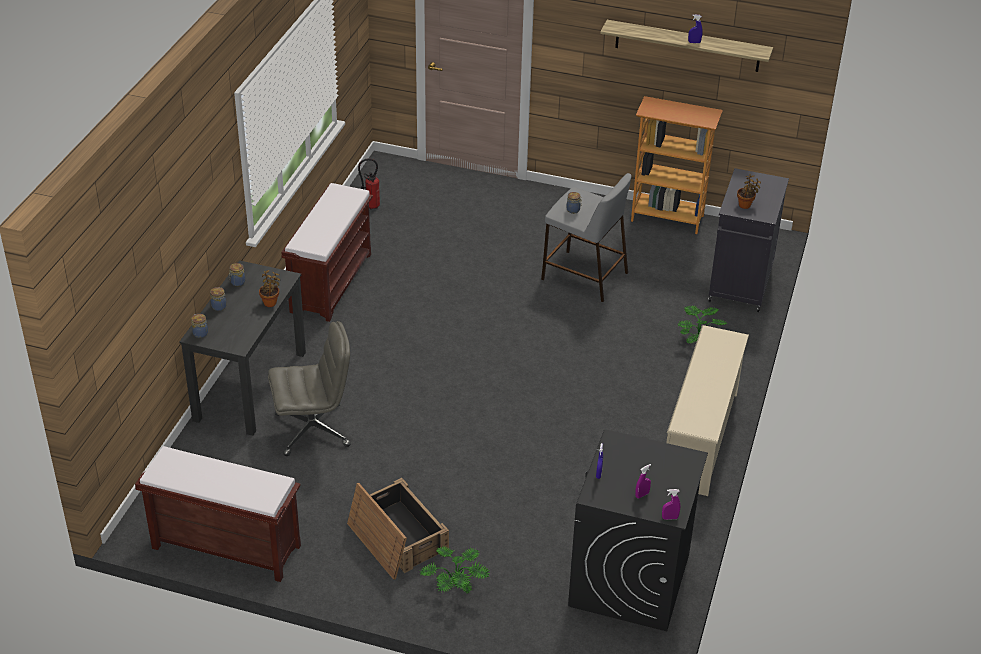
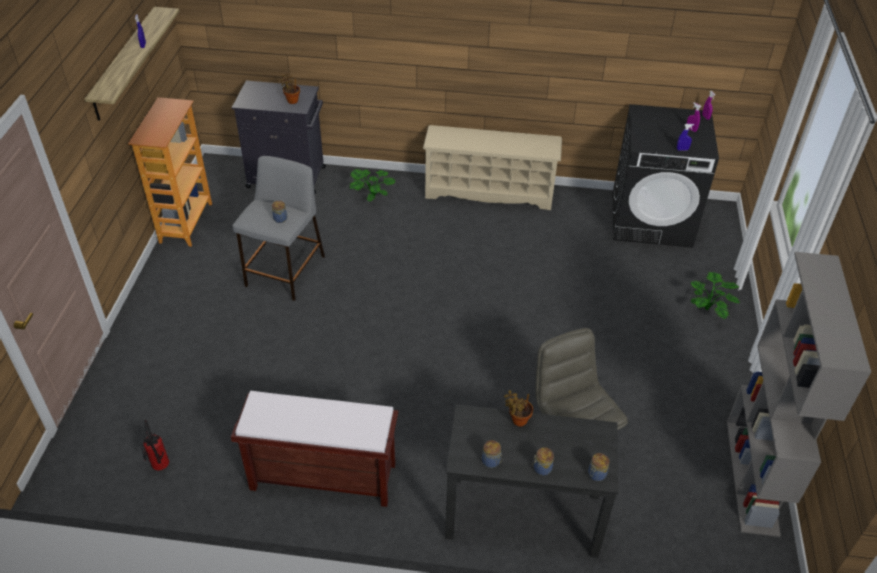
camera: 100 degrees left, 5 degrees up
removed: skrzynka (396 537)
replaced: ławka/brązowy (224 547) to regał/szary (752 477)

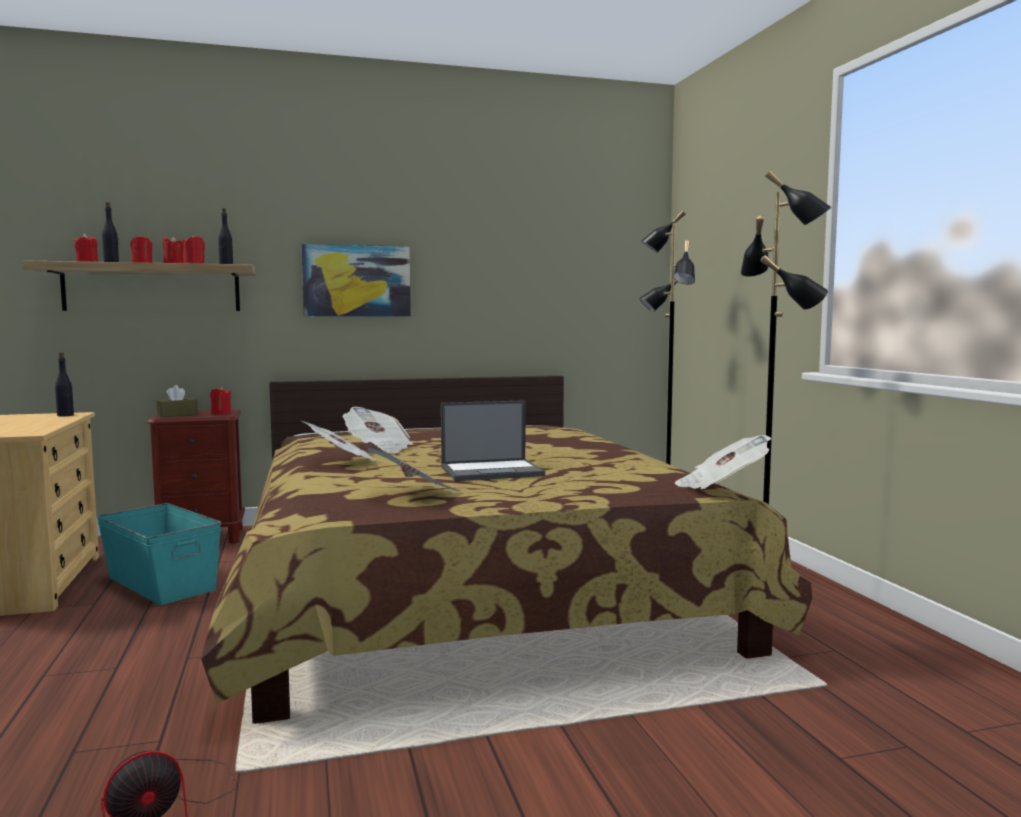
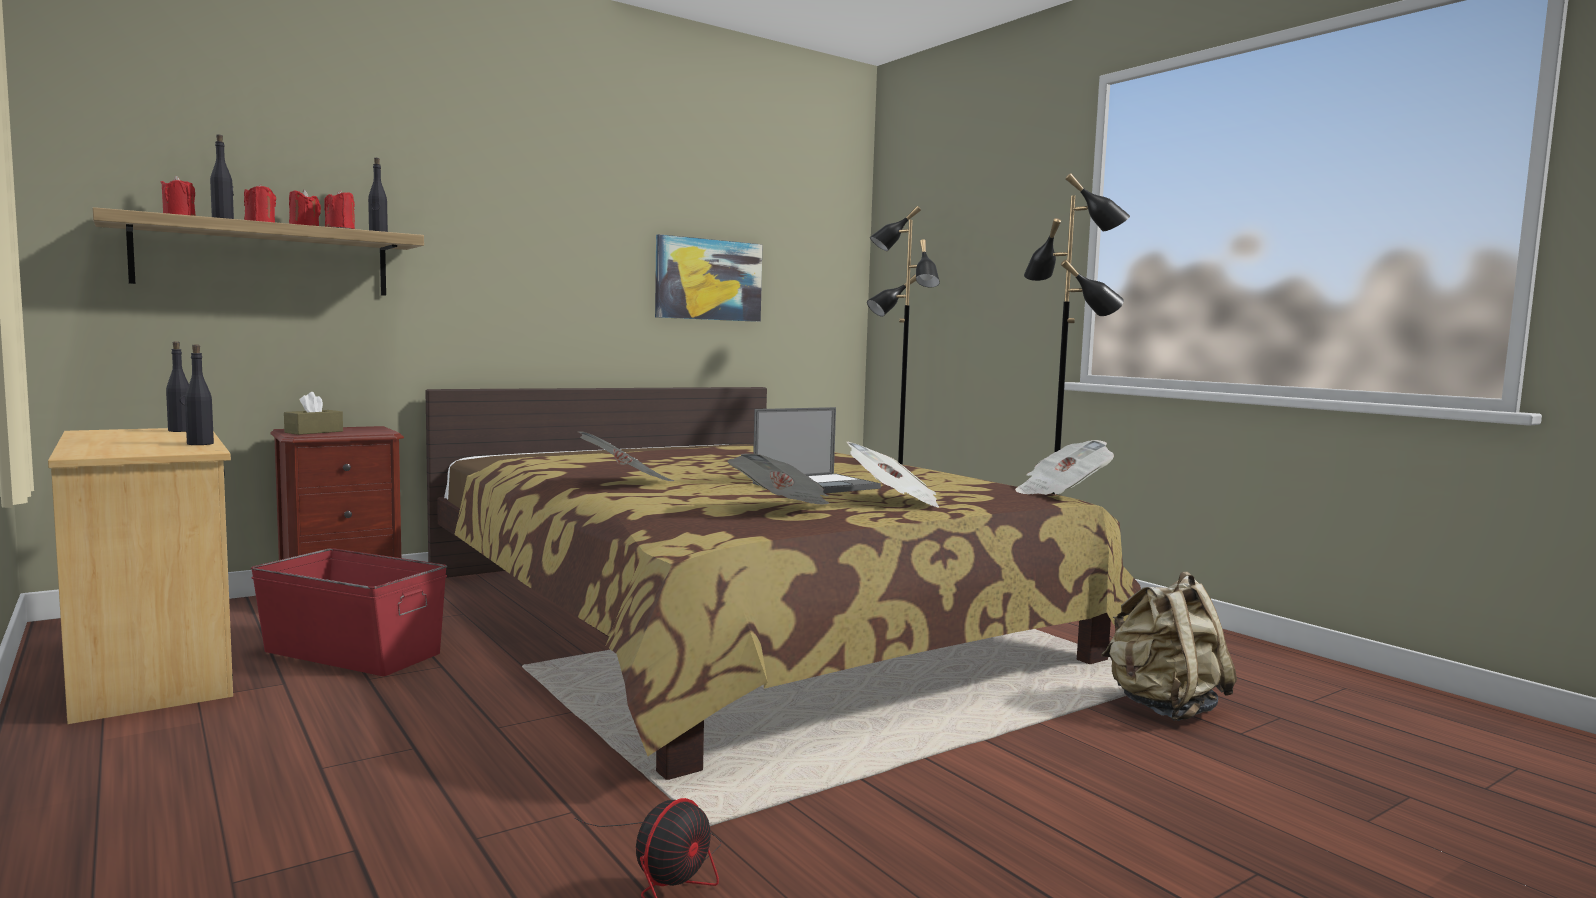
camera: 20 degrees left, 0 degrees up
removed: świeca/czerwony (221 413)
added: butelka/czarny (200 444); plecak/beżowy (1163 708)
moved: obraz (356 281) to (708 279); gazeta (378 448) to (894 501)
recoloured: pojemnik do przechowywania/turkusowy (162 583) to pojemnik do przechowywania/czerwony (352 651)

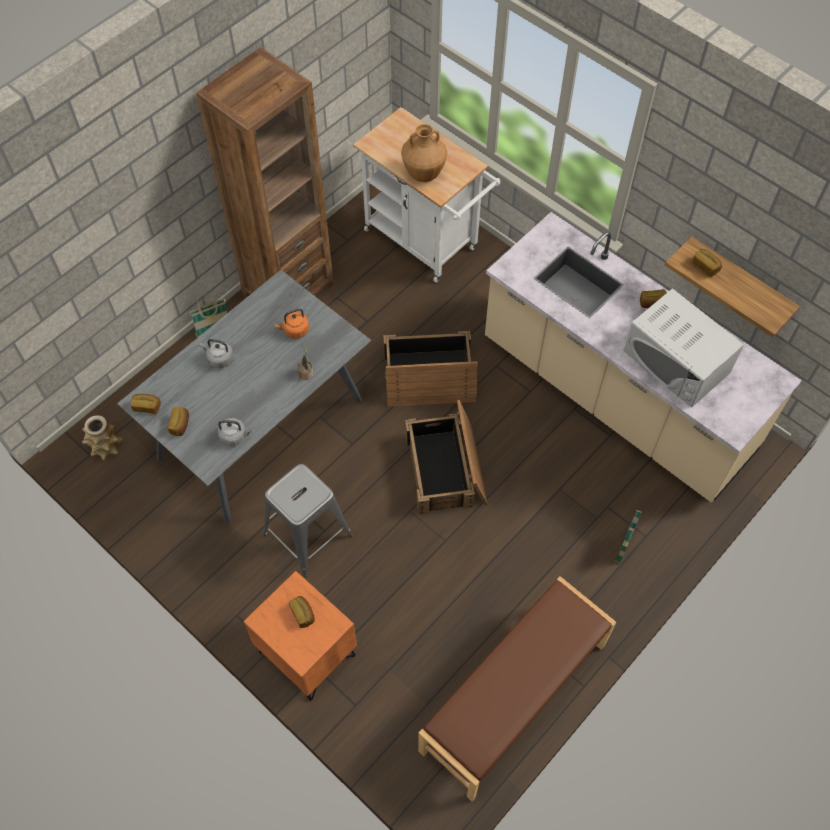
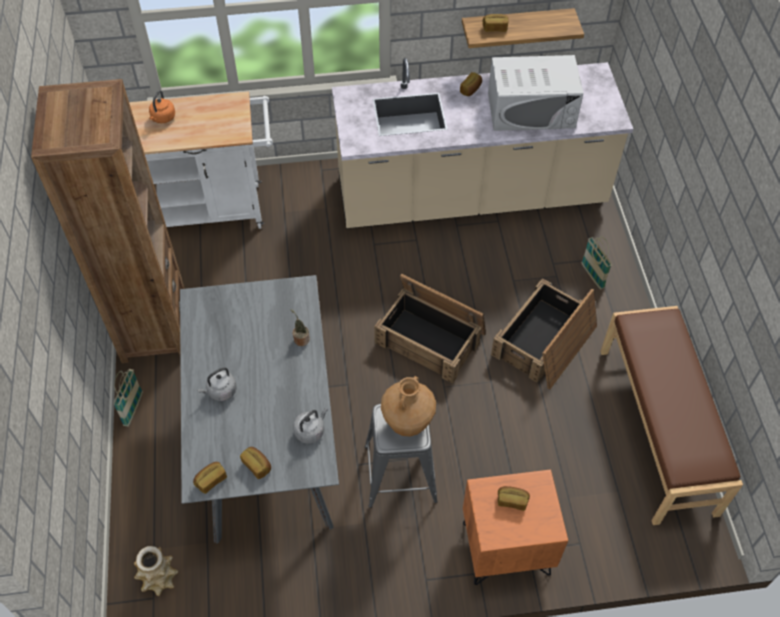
camera: 50 degrees left, 5 degrees down
moved: wazon/brązowy (424 174) to (408 422); czajnik/pomarańczowy (294 330) to (163 118); skrzynka (428 377) to (544 342)

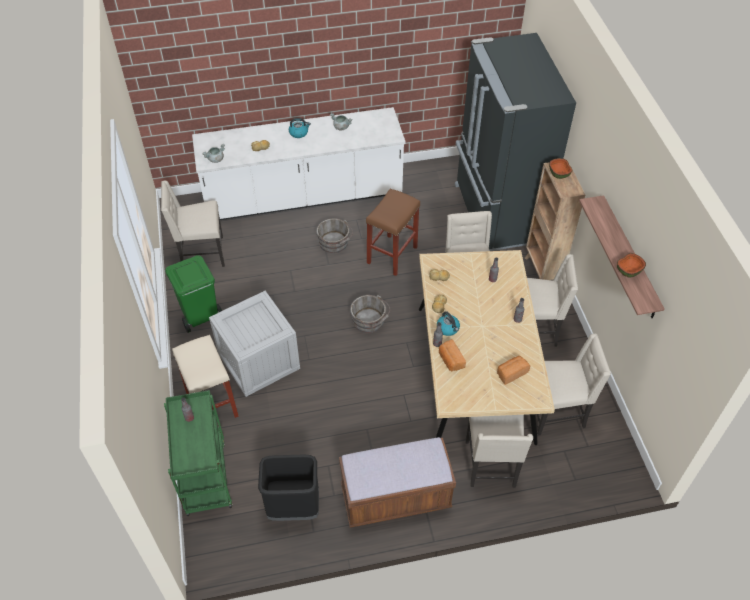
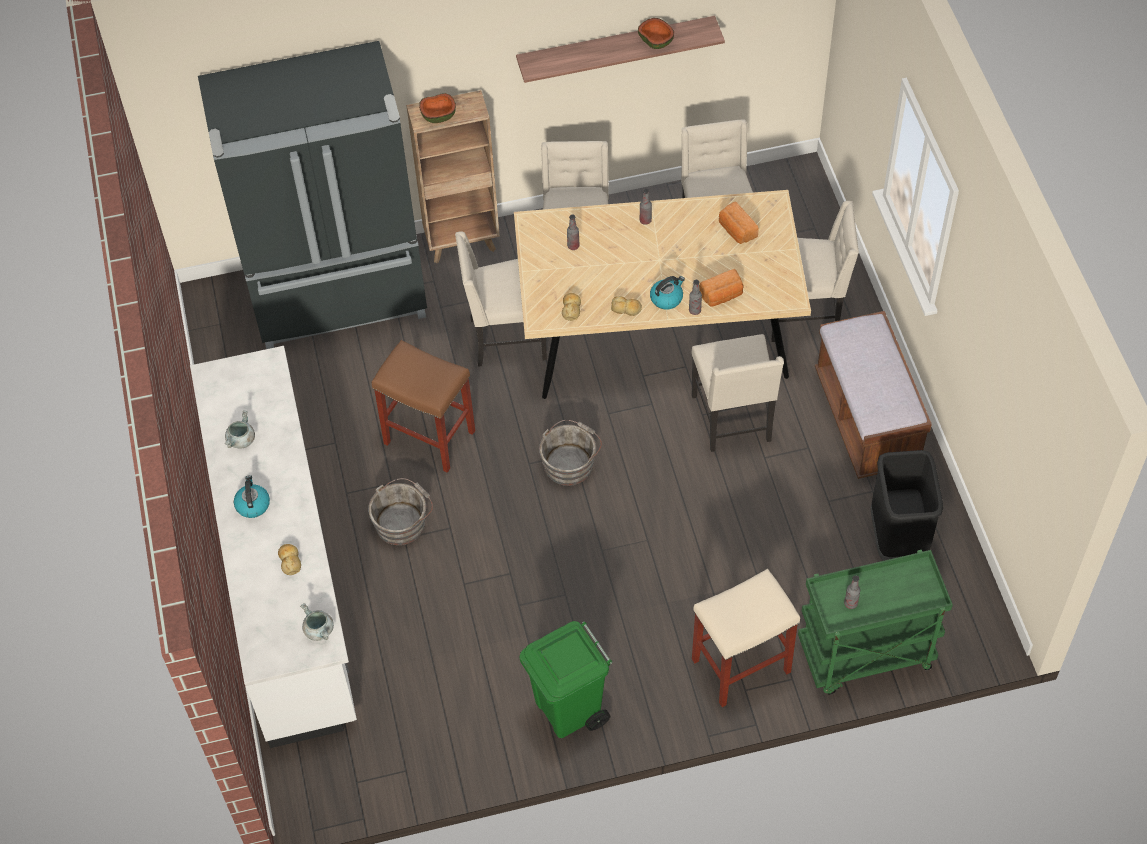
camera: 90 degrees left, 5 degrees up
removed: skrzynka (258 361)
moved: krzesło/beżowy (201 254) to (733 420)

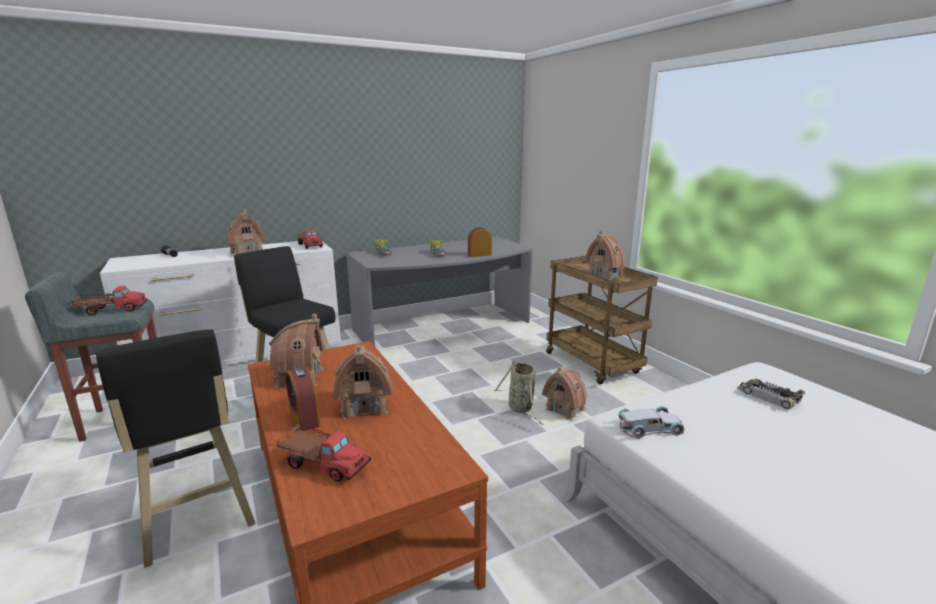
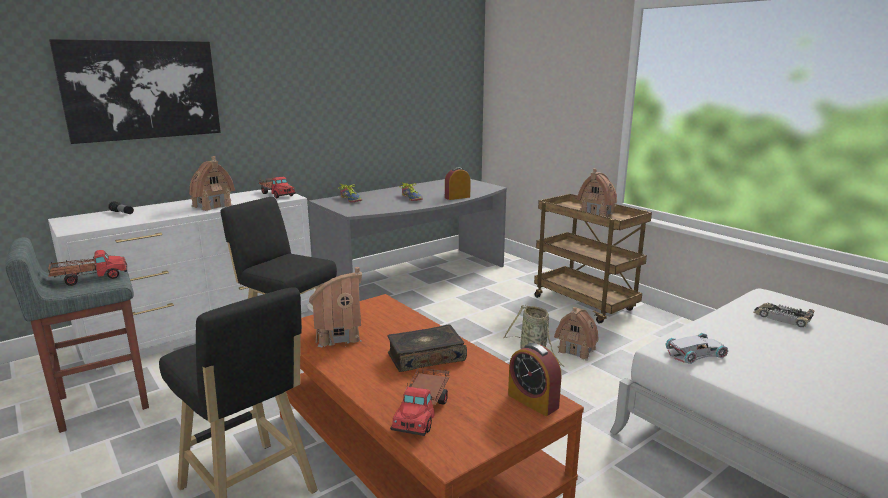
camera: 10 degrees left, 0 degrees up
added: obraz (142 90)
moved: budzik (304 418) to (533 401)
replaced: domek (364 406) to książka (426 356)
turned: ciężarówka zabawkowa (323 463) = (422 411) 90 degrees clockwise

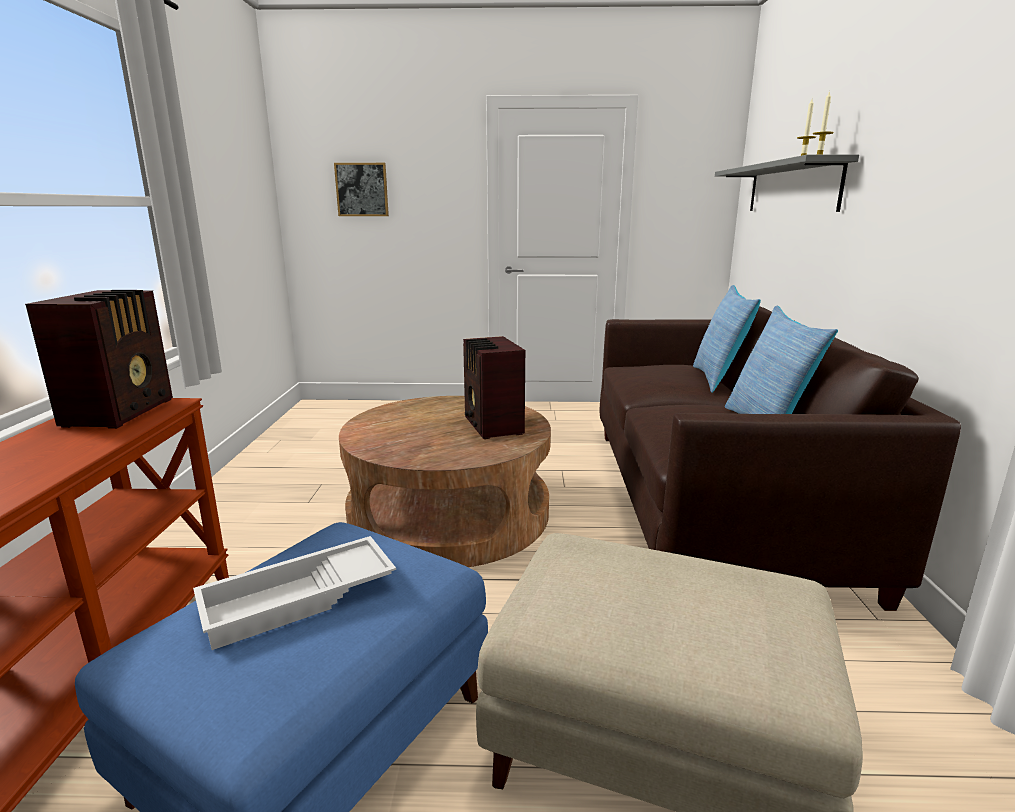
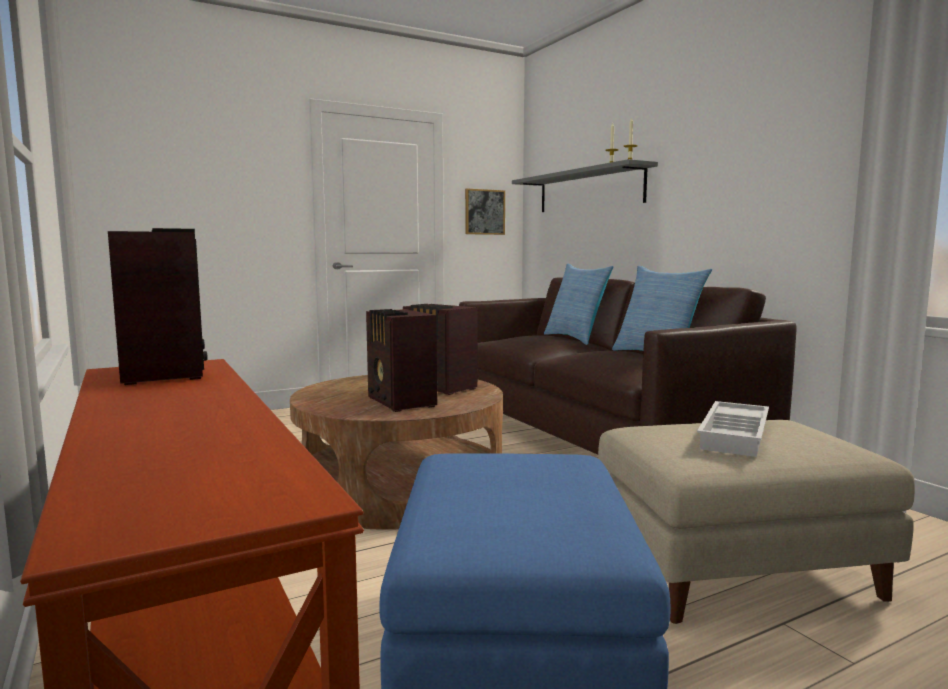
camera: 30 degrees left, 10 degrees down
added: radio (400 402)
moved: obraz (362 189) to (484 212); taca/biały (298 600) to (736 436)

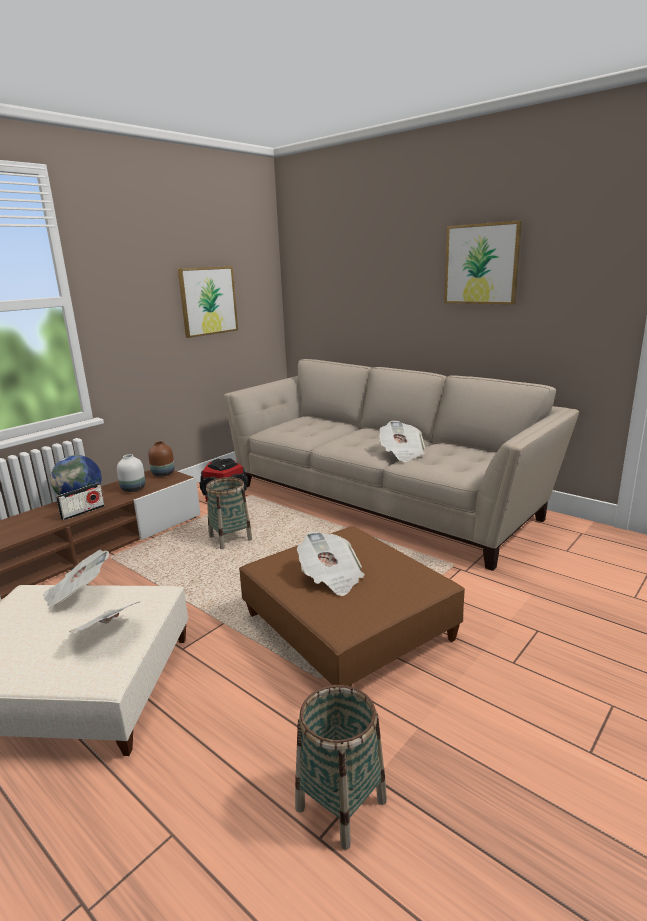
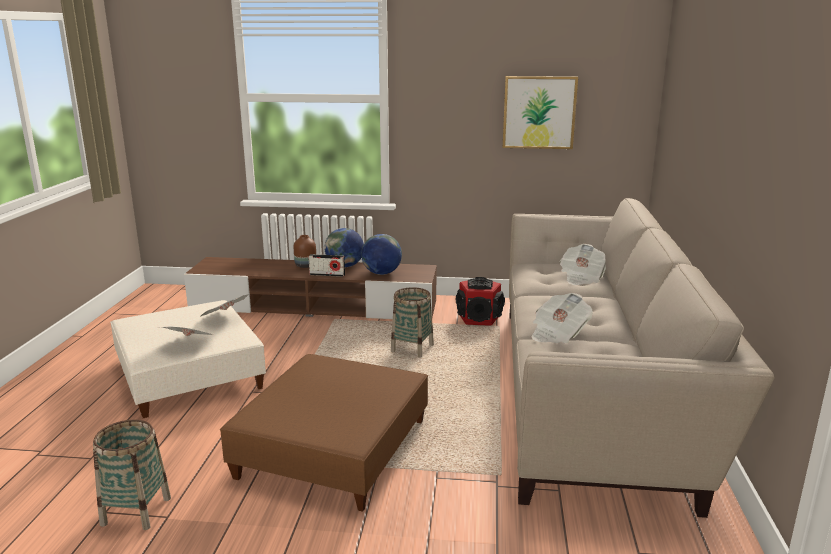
camera: 55 degrees right, 0 degrees up
removed: obraz (481 264)
moved: wazon/brązowy (163 474) to (305 266); gazeta (331 578) to (581 277)
replaced: wazon/biały (133 489) to globus (381 273)

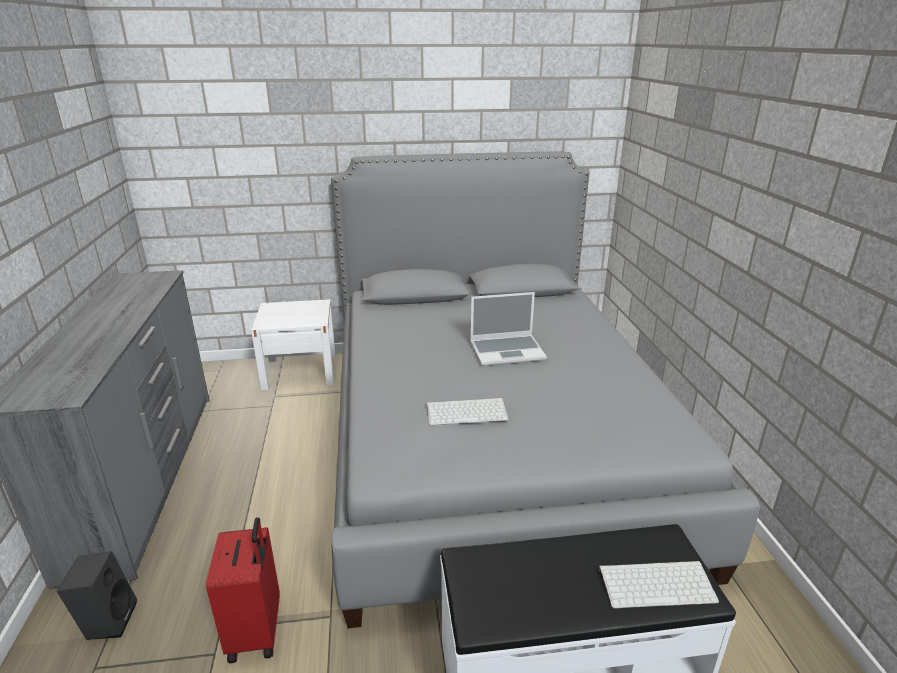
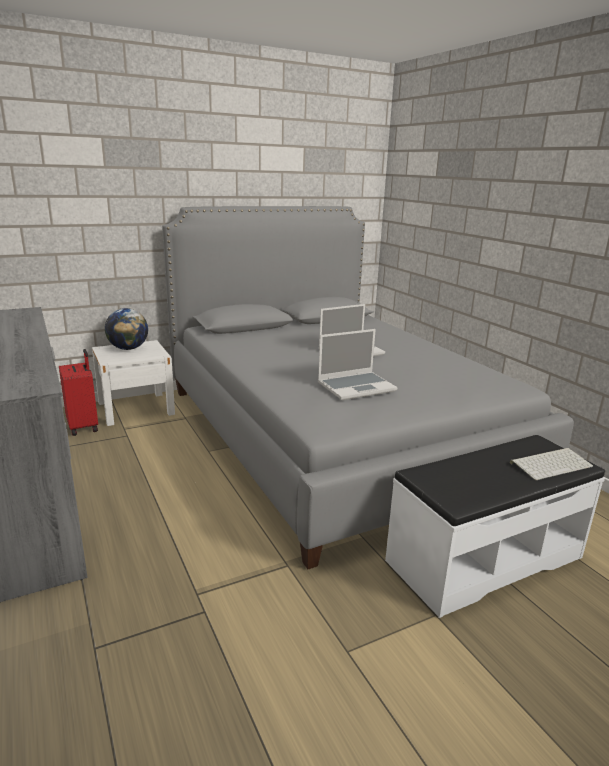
camera: 20 degrees left, 5 degrees down
removed: głośnik/czarny (108 620)
added: globus (128 348)
moved: walizka/czerwony (257 632) to (84 426)
replaced: klawiatura (467 411) to laptop (356 387)

